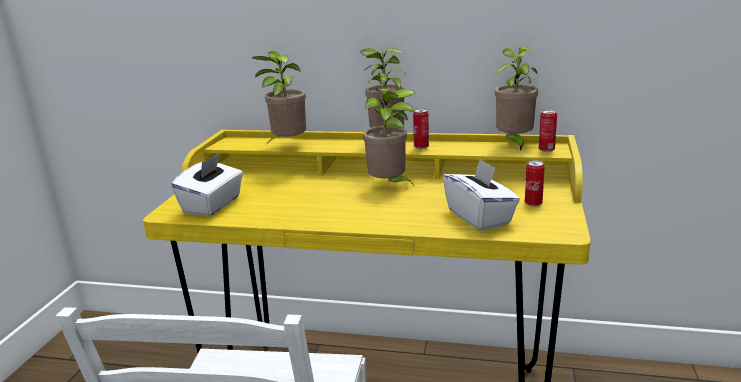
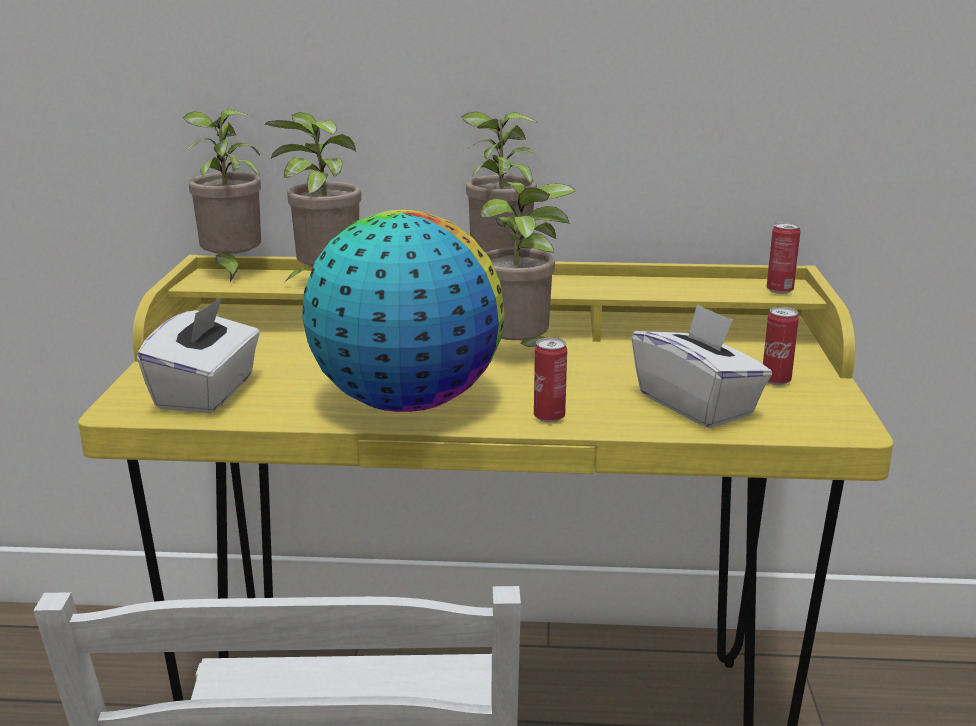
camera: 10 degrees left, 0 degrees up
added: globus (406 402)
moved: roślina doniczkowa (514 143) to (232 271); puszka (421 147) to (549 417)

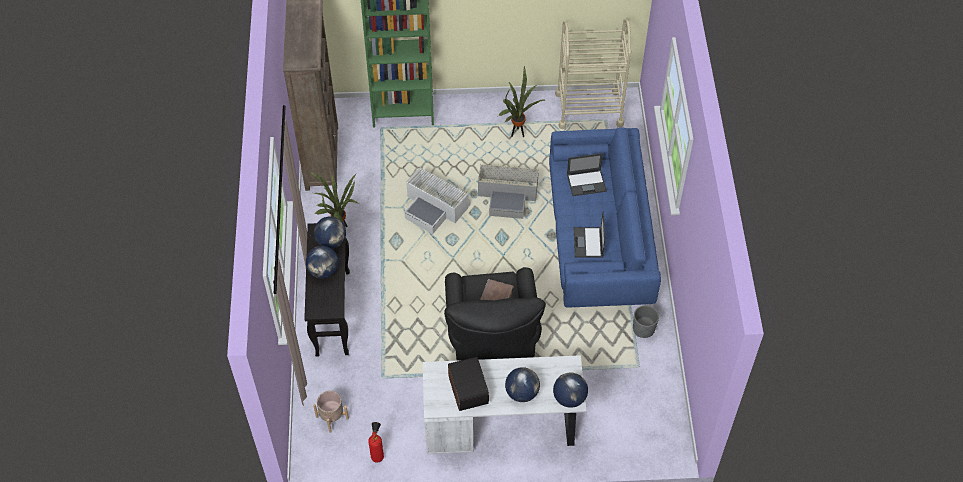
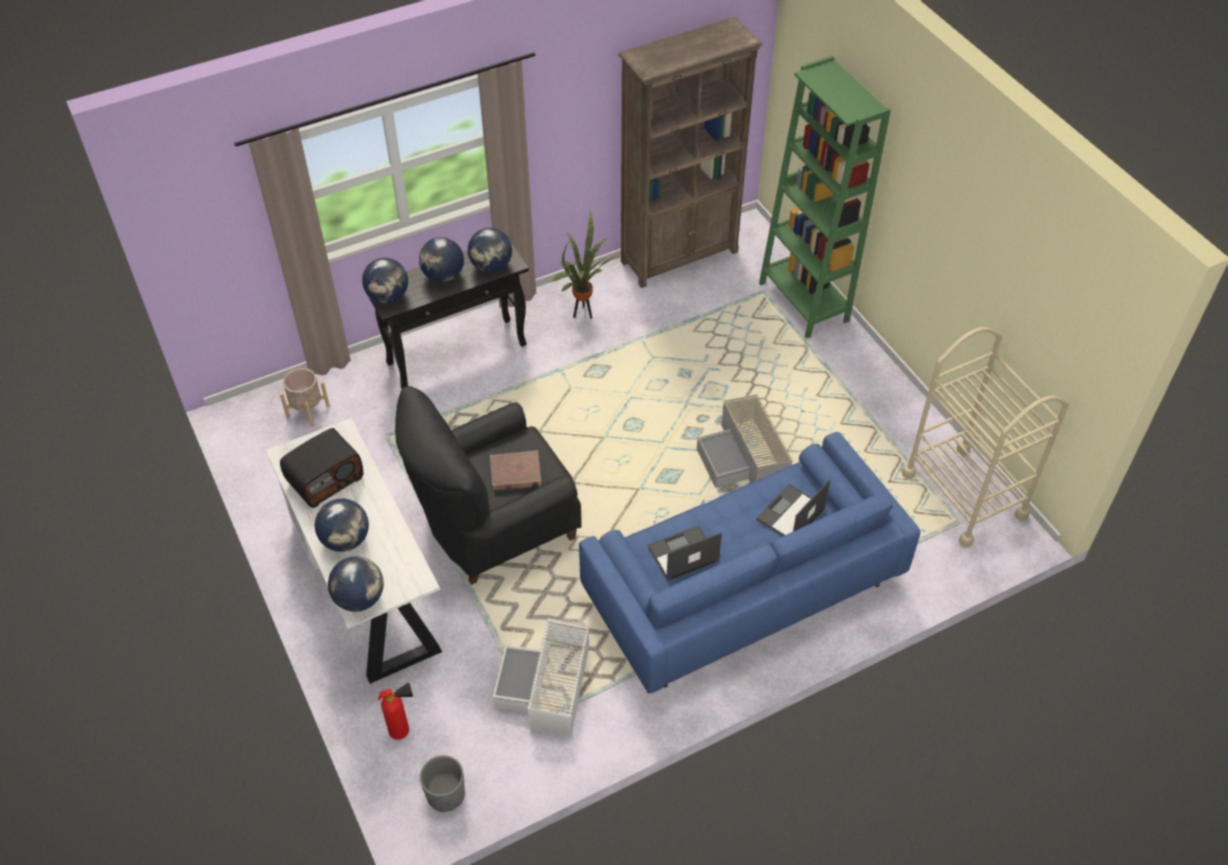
camera: 65 degrees right, 5 degrees down
removed: roślina doniczkowa (518 133)
added: globus (388 297)
moved: pojemnik do przechowywania/biały (434 208) to (547 687); donica/szary (643 329) to (446 795); gaśnica (377 454) to (404 730)
turned: laptop (587 182) = (790 514) 75 degrees clockwise

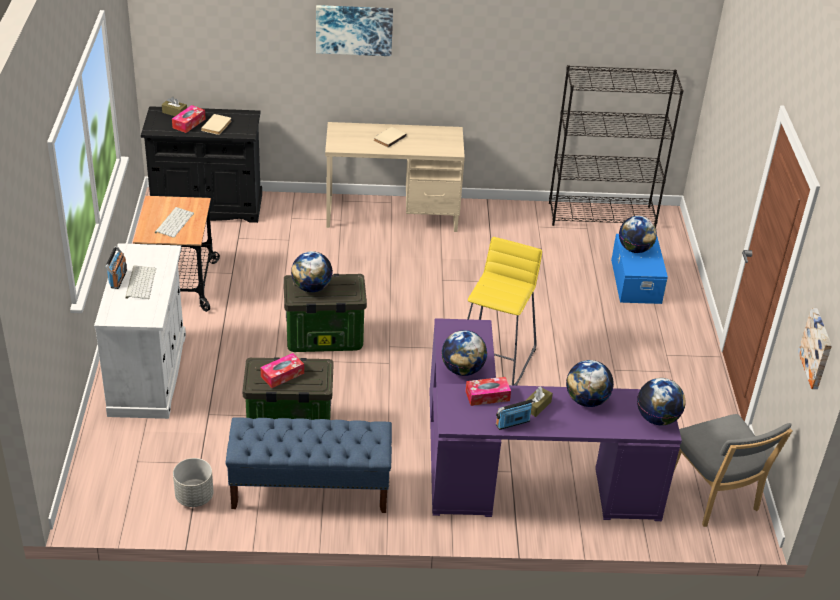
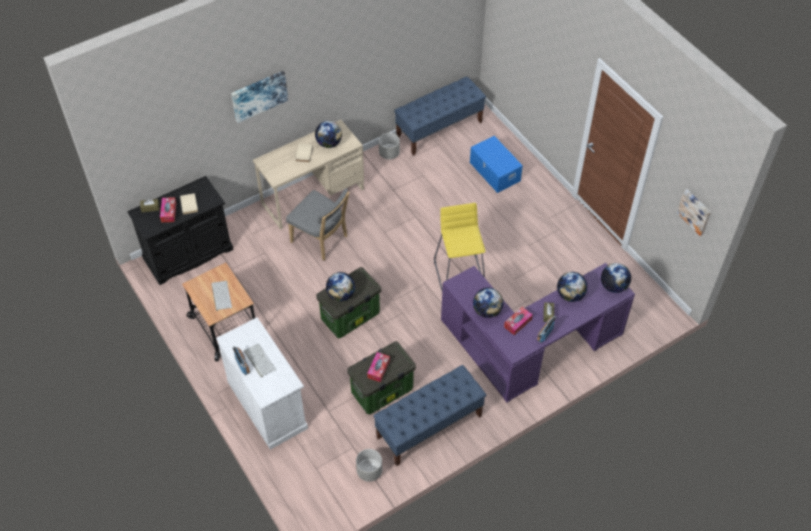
camera: 30 degrees left, 15 degrees up
added: donica/szary (389 153)
moved: globus (635 249) to (329 143); krzesło/szary (714 498) to (321 240)
replaced: regał/czarny (602 215) to ławka/niebieski (439 129)

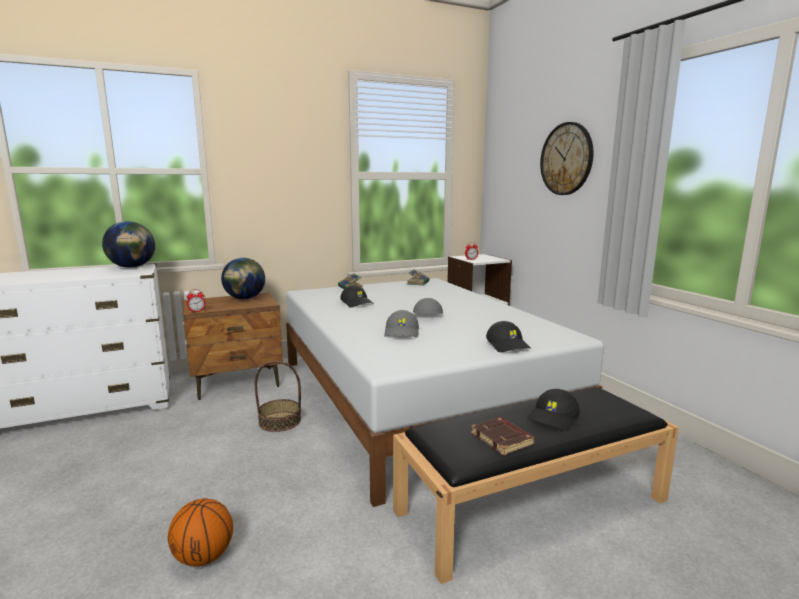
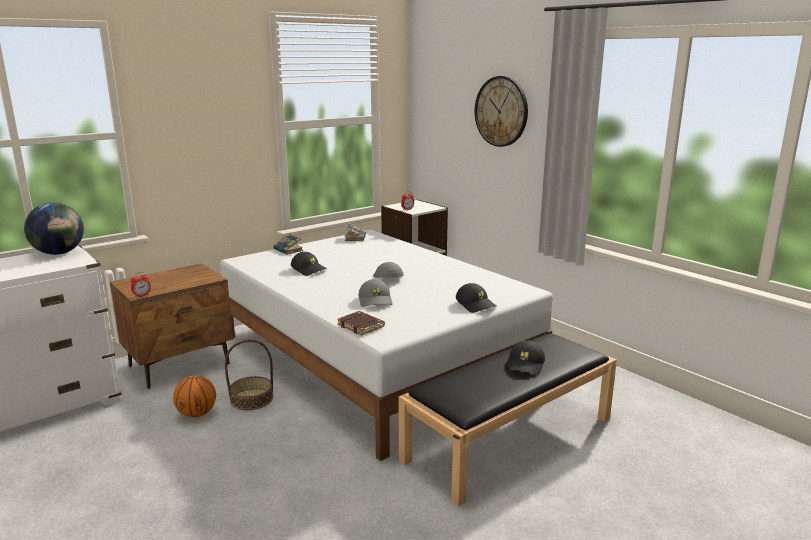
camera: 15 degrees left, 5 degrees up
removed: globus (245 298)
moved: książka/brązowy (503 439) to (361 326); piłka do koszykówki (203 557) to (196 414)

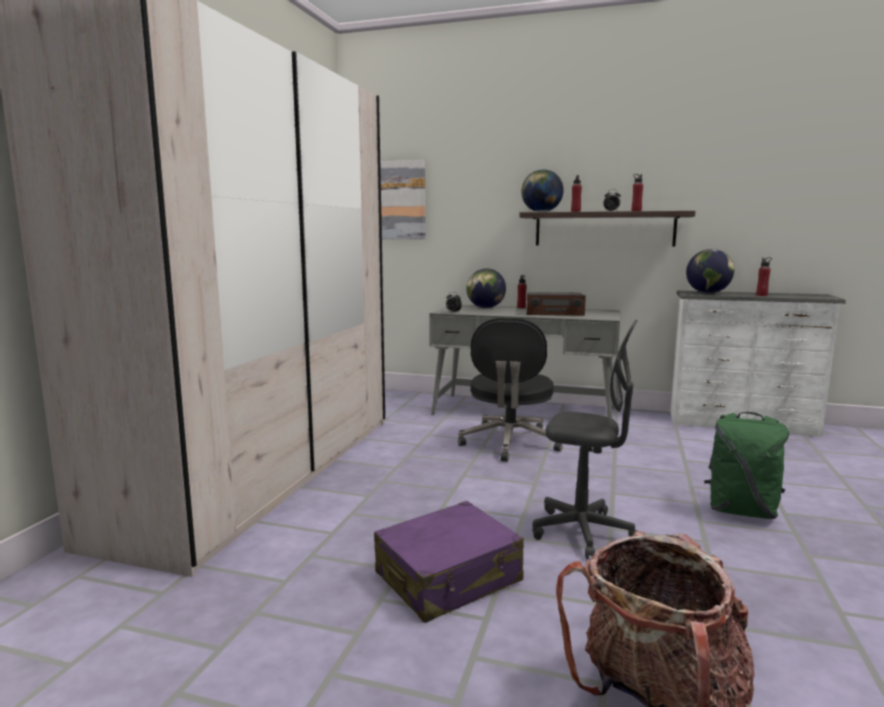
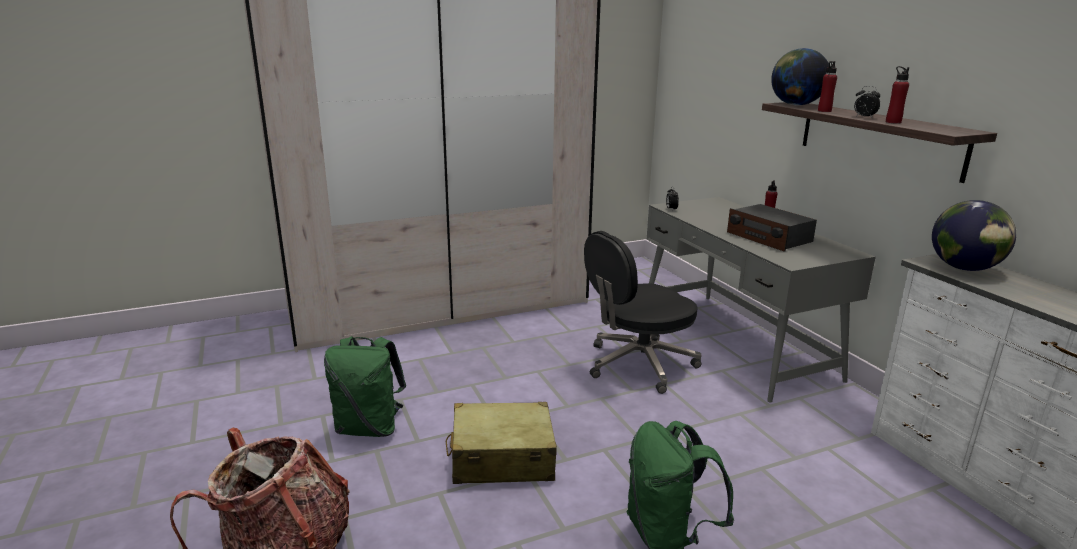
camera: 50 degrees right, 10 degrees up
removed: obraz (398 200); butelka/czerwony (761 295); globus (485 308)
replaced: krzesło biurowe/szary (583 532) to walizka/beżowy (502 458); walizka/fioletowy (448 578) to plecak/zielony (369 428)

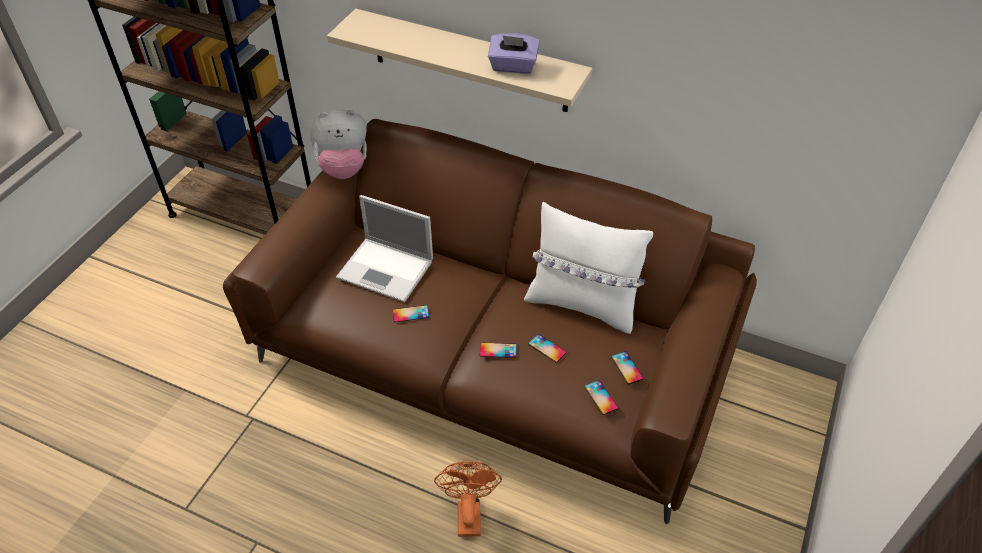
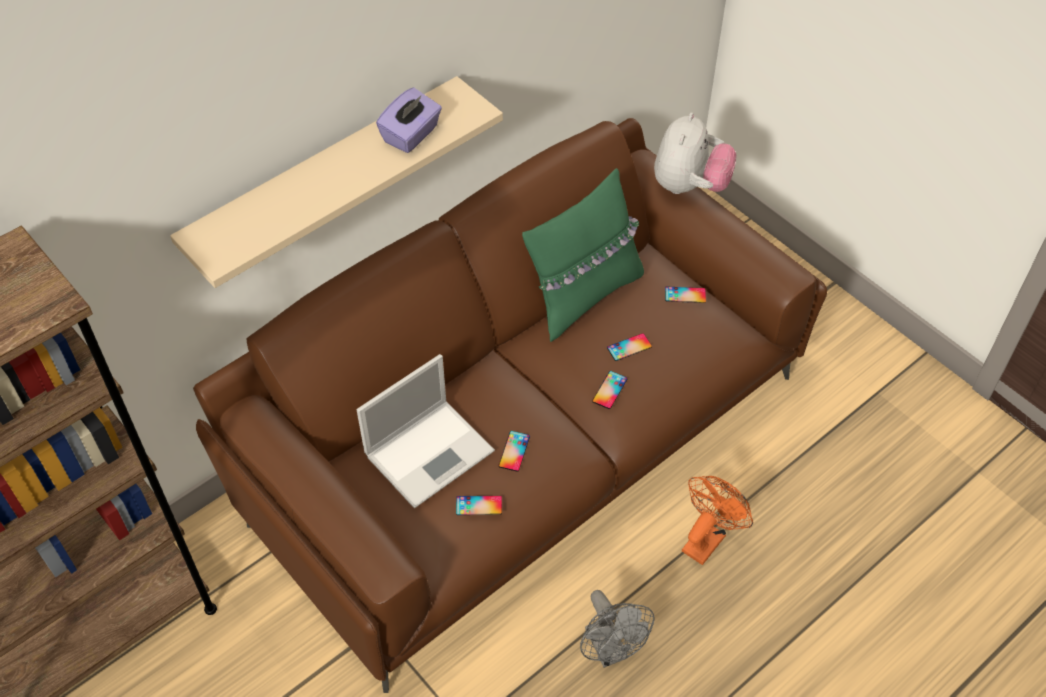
camera: 65 degrees left, 5 degrees up
added: wentylator/szary (610 651)
moved: pluszak (345 168) to (689 186); telefon (601 397) to (479 505)
recoloured: poduszka/biały (582 305) to poduszka/zielony (583 295)
turned: wentylator/pomarańczowy (468 513) = (707 538) 105 degrees clockwise

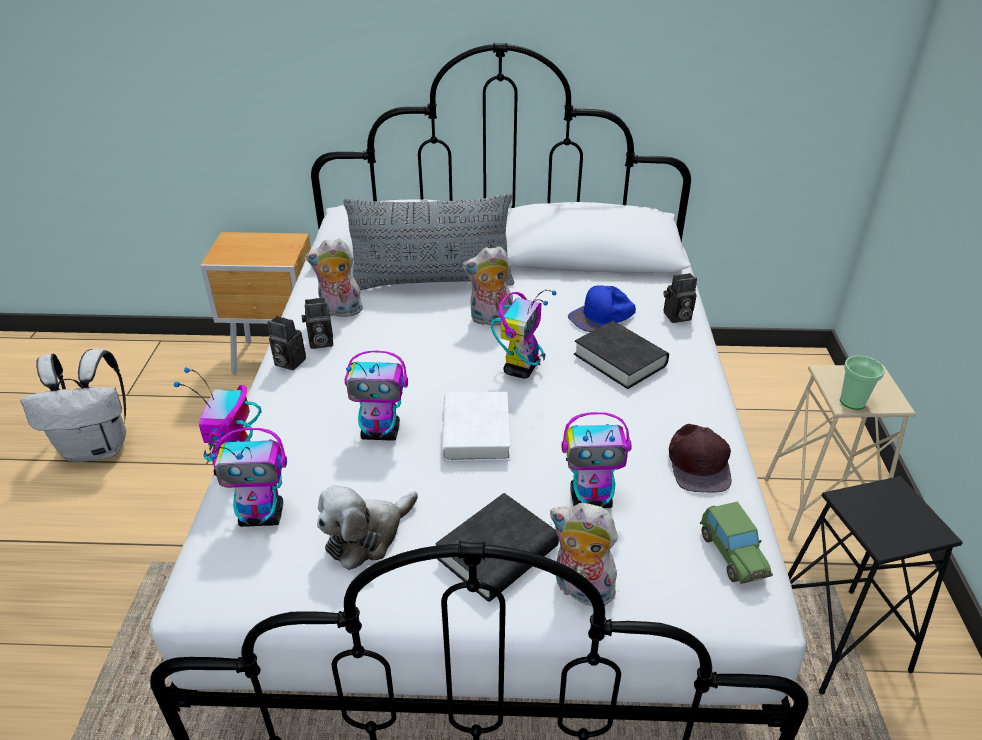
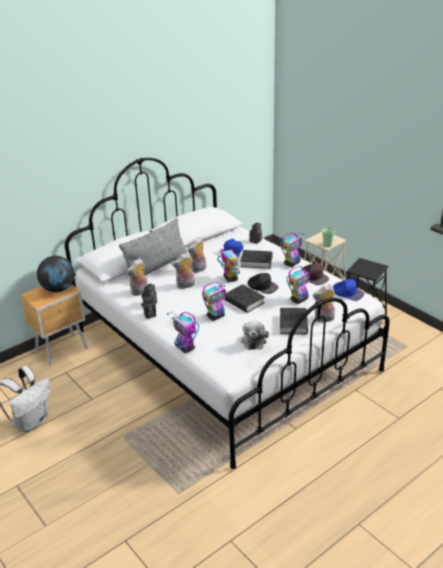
camera: 40 degrees left, 5 degrees down
added: pluszak (185 286); globus (58 289); czapka z daszkiem/czarny (262 286)
moved: robot zabawkowy (263 516) to (292 263)
replaced: samochodzik (732 554) to czapka z daszkiem/niebieski (347 292)
recoloured: książka/biały (476 433) to książka/czarny (244 301)

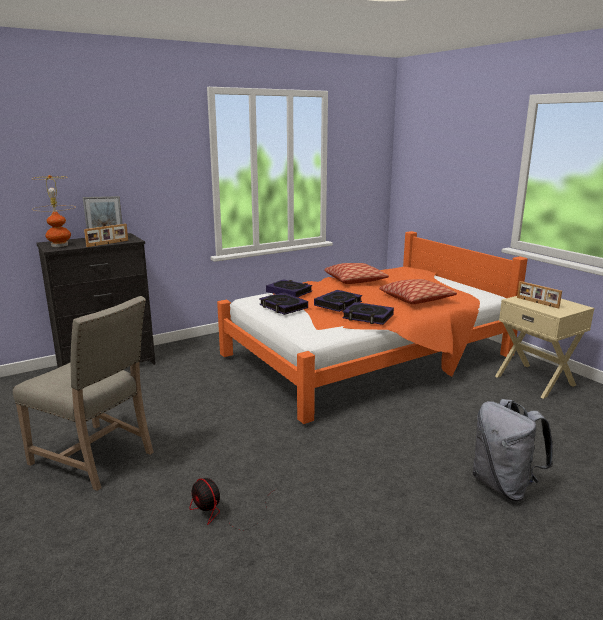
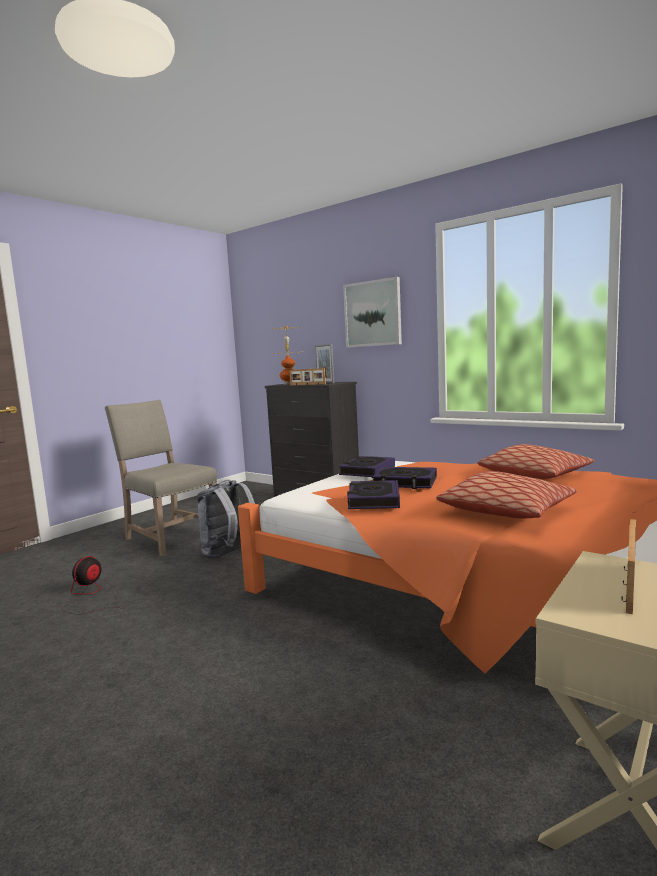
camera: 70 degrees right, 10 degrees down
removed: książka (289 292)
added: obraz (373 313)
moved: plecak/szary (504 486) to (229 554)
turned: krzesło/beżowy (96 457) = (169 537) 120 degrees clockwise

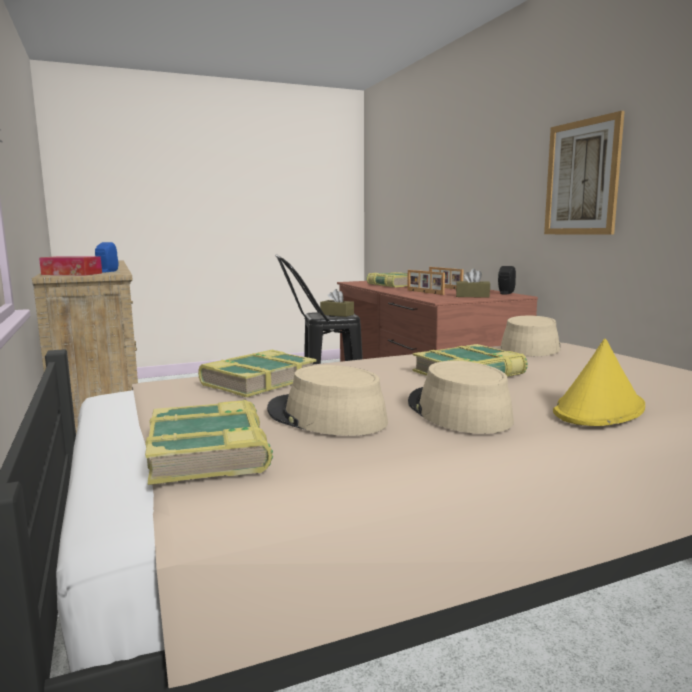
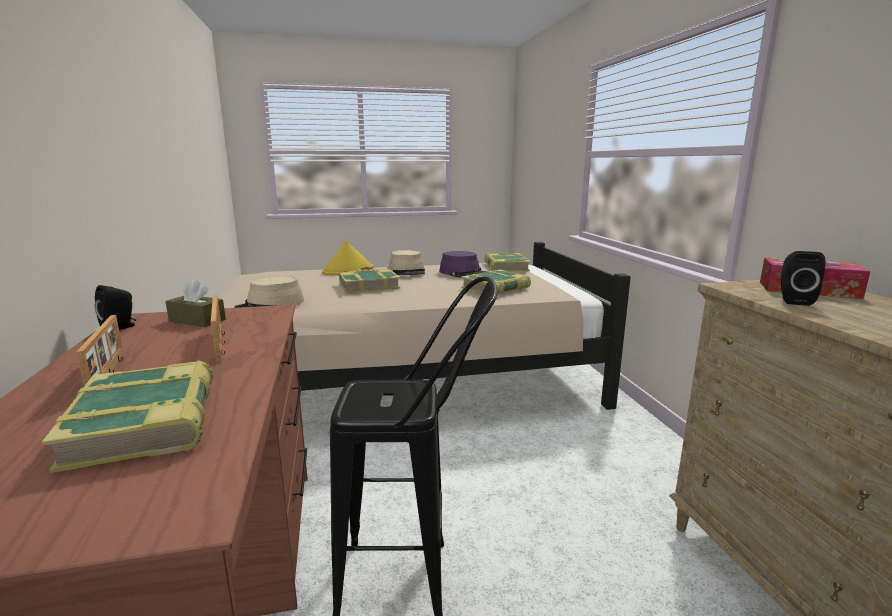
camera: 170 degrees left, 5 degrees up
removed: obraz (582 178); pudełko chusteczek/brązowy (337 314)
recoloured: głośnik/niebieski (106 271) to głośnik/czarny (793 301); kapelusz/beżowy (325 417) to kapelusz/fioletowy (463 273)

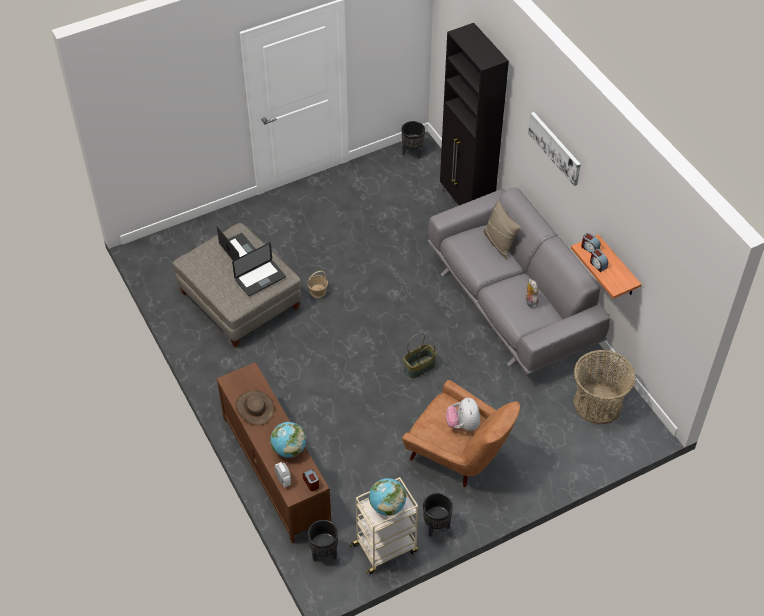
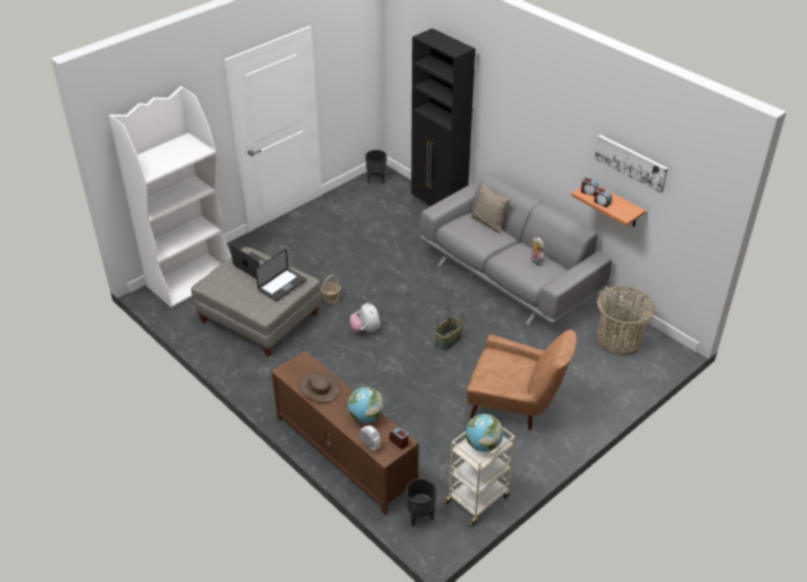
camera: 15 degrees left, 10 degrees down
removed: donica/czarny (436 527)
added: regał/biały (190 280)
moved: obraz (555 147) to (631 162); pluszak (463 424) to (365 330)

